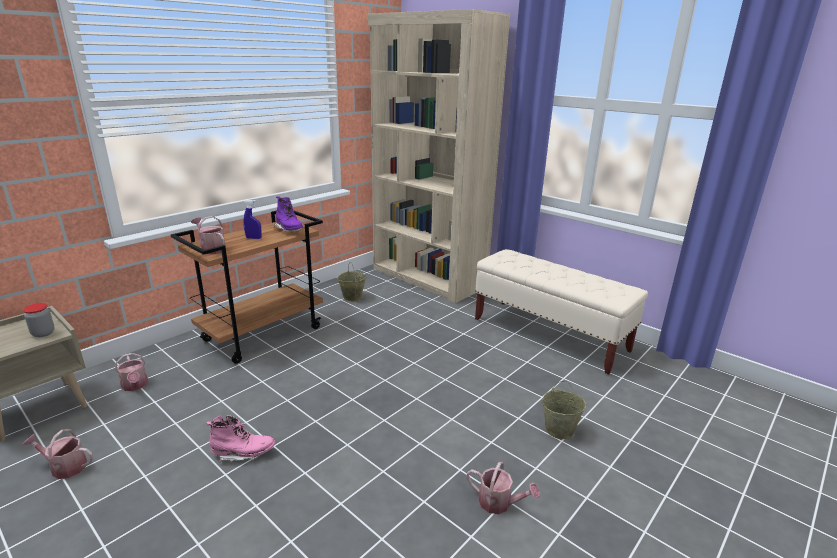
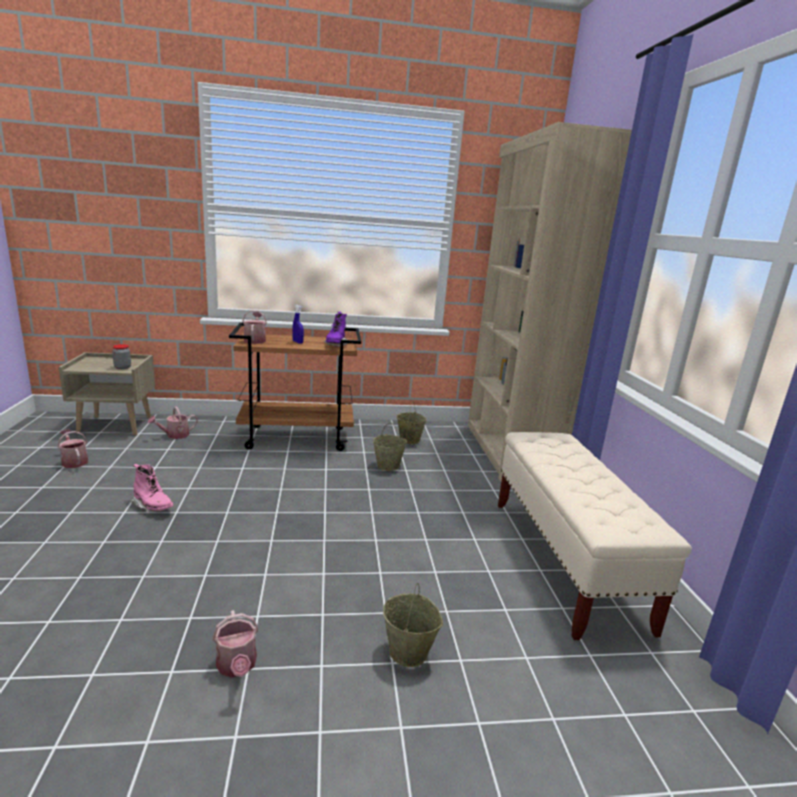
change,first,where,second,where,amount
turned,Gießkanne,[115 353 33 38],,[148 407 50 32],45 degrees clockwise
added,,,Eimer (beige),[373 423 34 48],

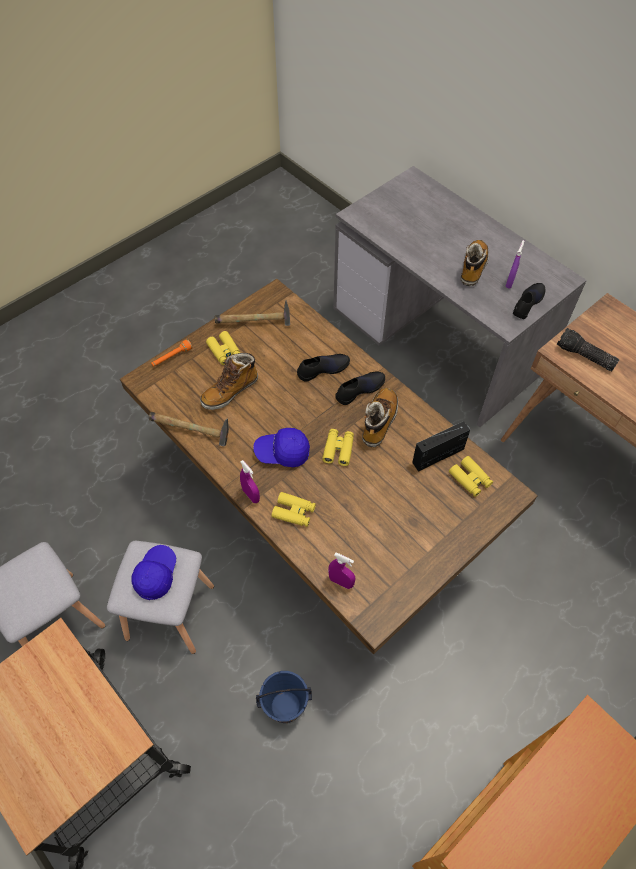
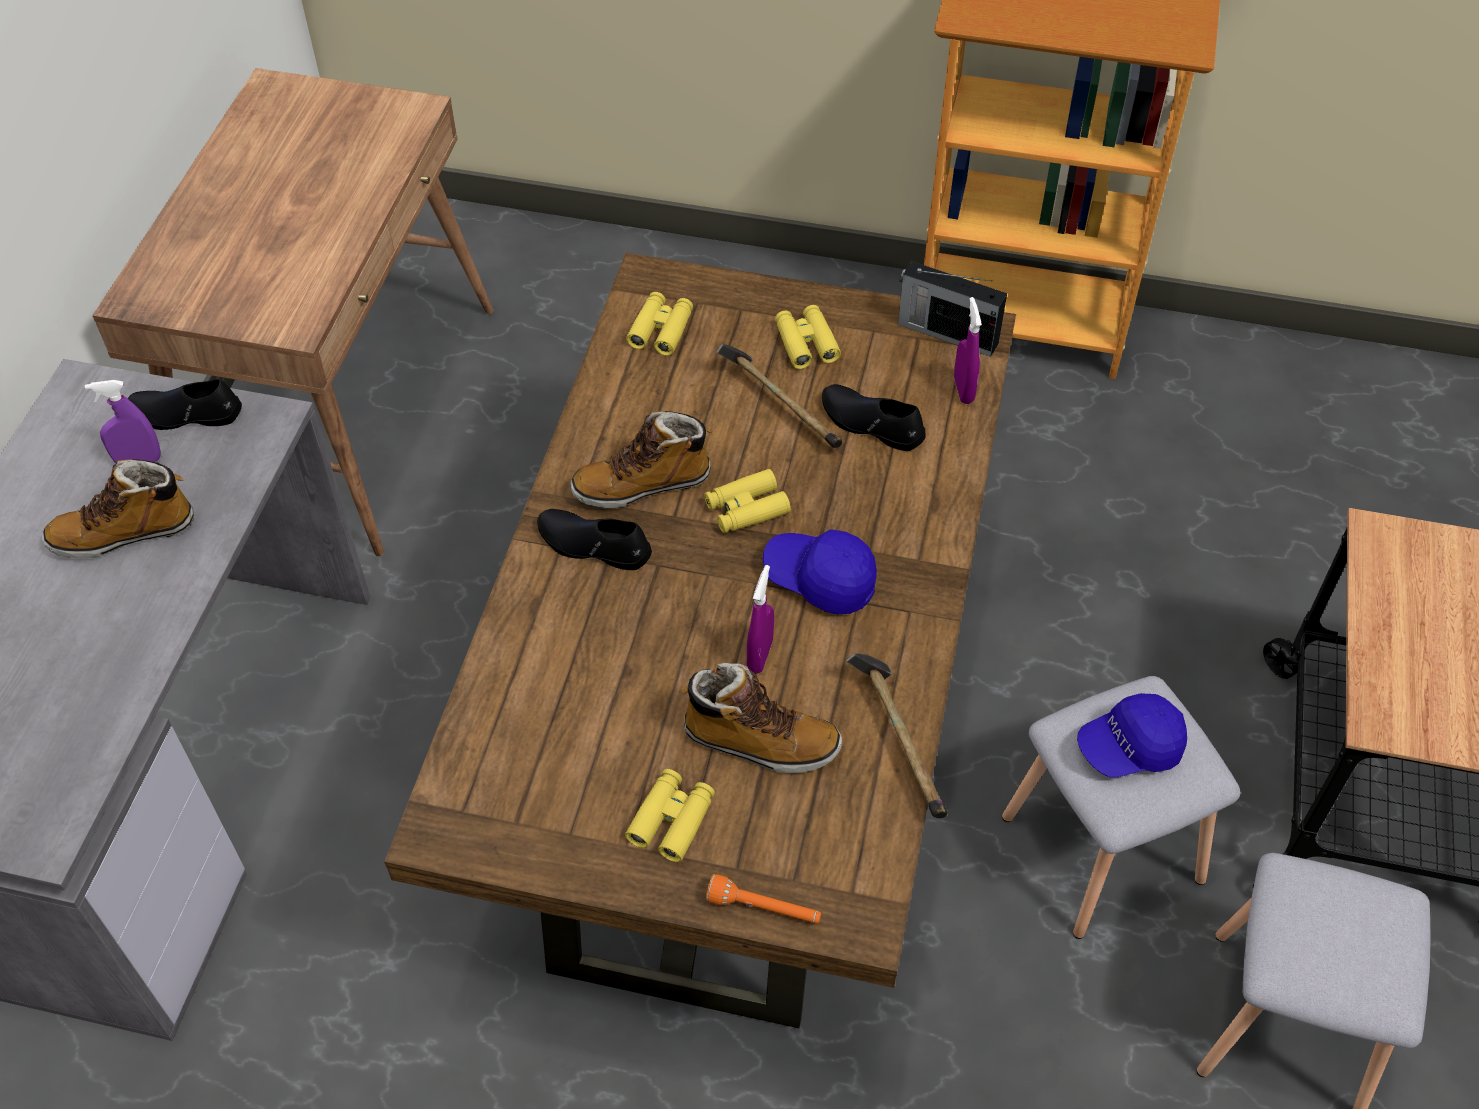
change,first,where,second,where,amount
moved,Hammer,[215 300 75 26],,[716 344 126 104],
removed,Taschenlampe,[557 328 62 43],,,
moved,Schuh (schwarz),[297 354 53 27],,[822 384 104 67],
moved,Radio,[412 421 58 51],,[898 261 109 96],
turned,Kappe (blau),[253 428 57 39],,[763 529 114 85],150 degrees clockwise
moved,Sprühflasche (lila),[240 460 20 43],,[747 565 27 109],
moved,Fernglas (gelb),[272 492 44 35],,[775 305 66 64],
removed,Eimer (blau),[256 671 56 52],,,

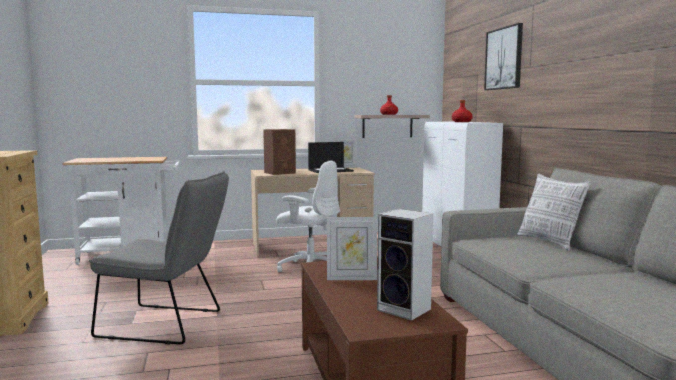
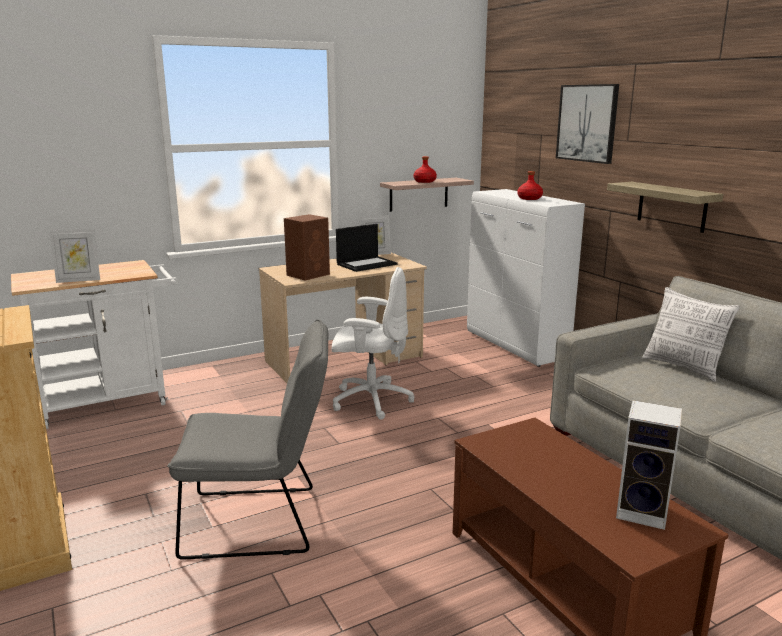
change,first,where,second,where,amount
moved,Bilderrahmen,[327 217 50 63],,[50 229 50 54],
added,,,Wandregal,[607 182 116 51],

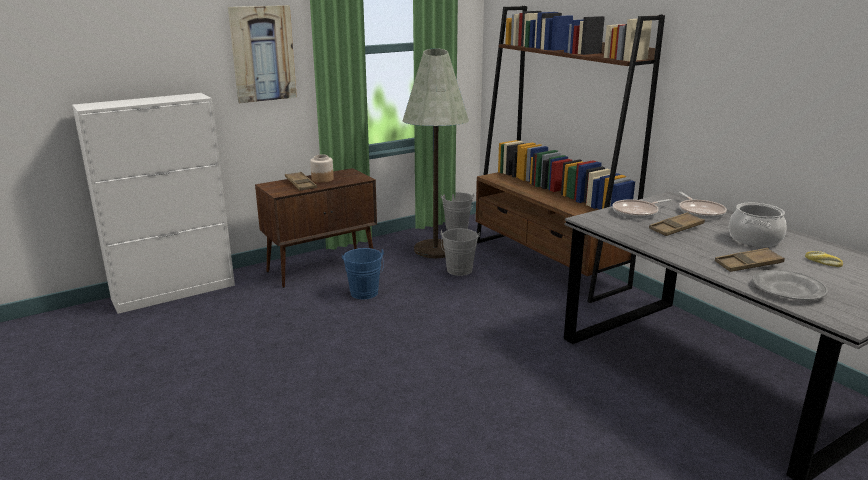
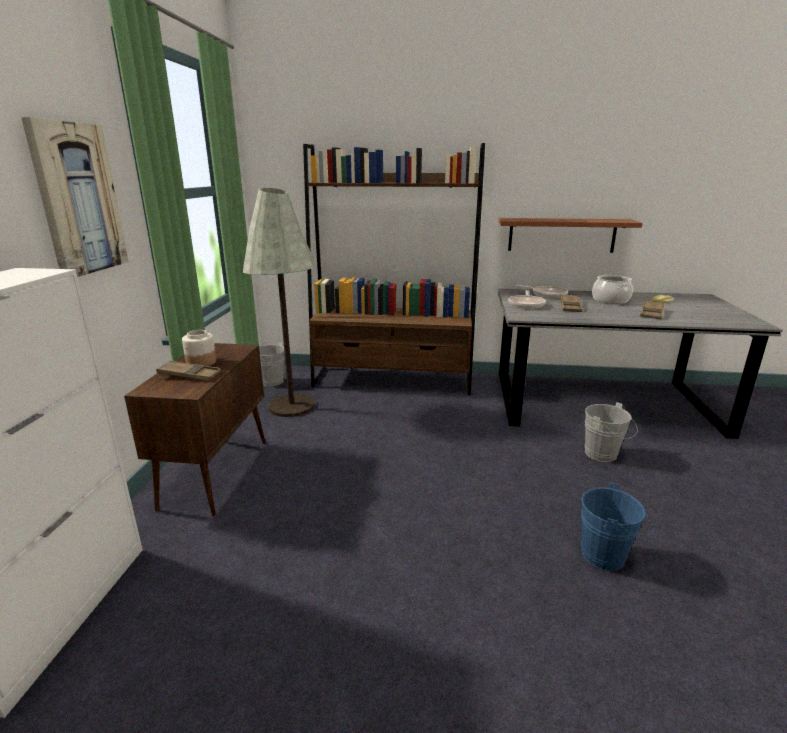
change,first,where,second,where,amount
moved,Eimer (grau),[441 228 39 48],,[585 402 53 60],
moved,Eimer (blau),[342 248 42 51],,[581 483 73 88],
removed,Teller (grau),[752 270 76 30],,,
added,,,Wandregal (braun),[498 218 145 35],

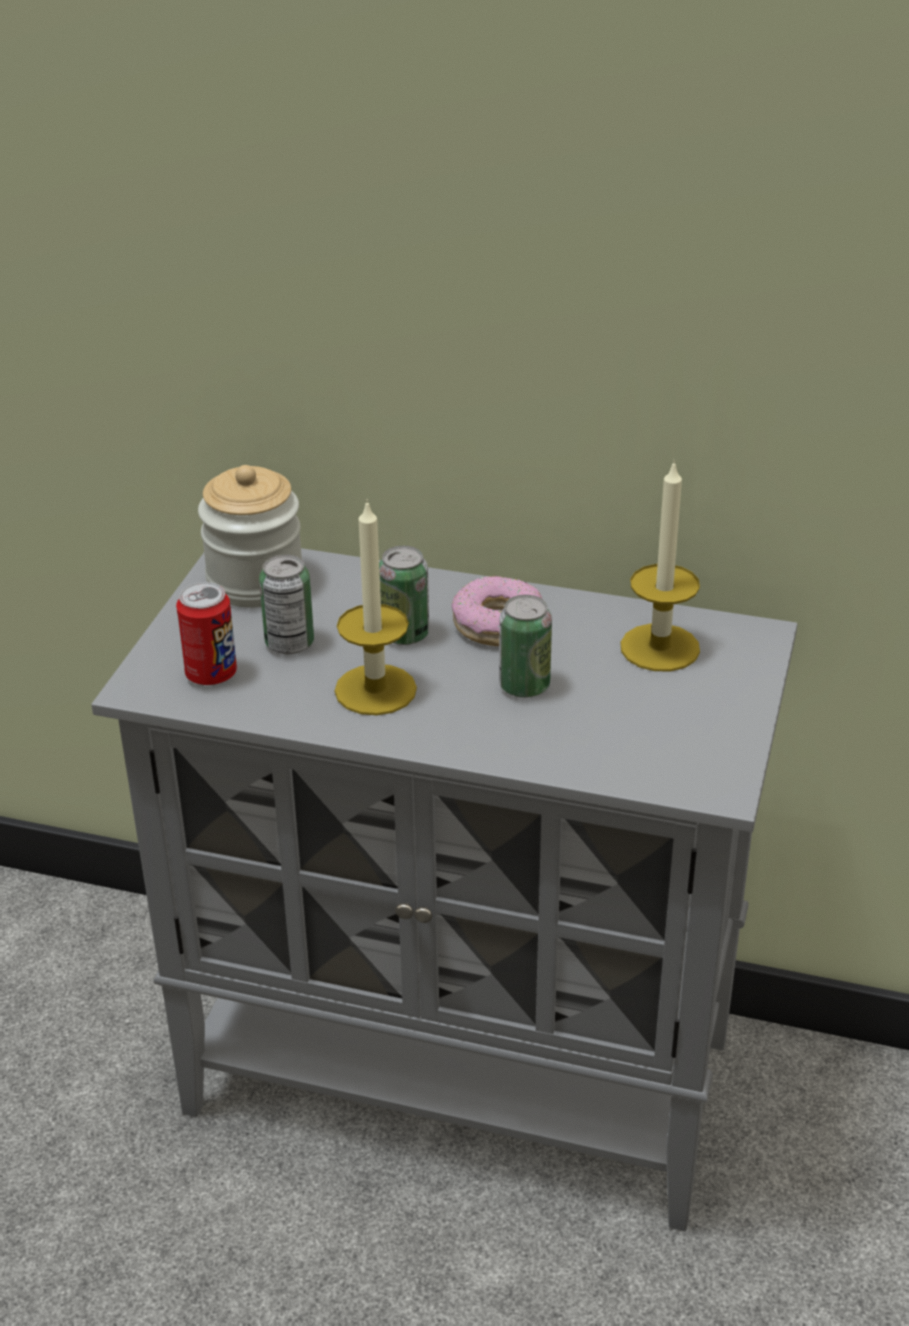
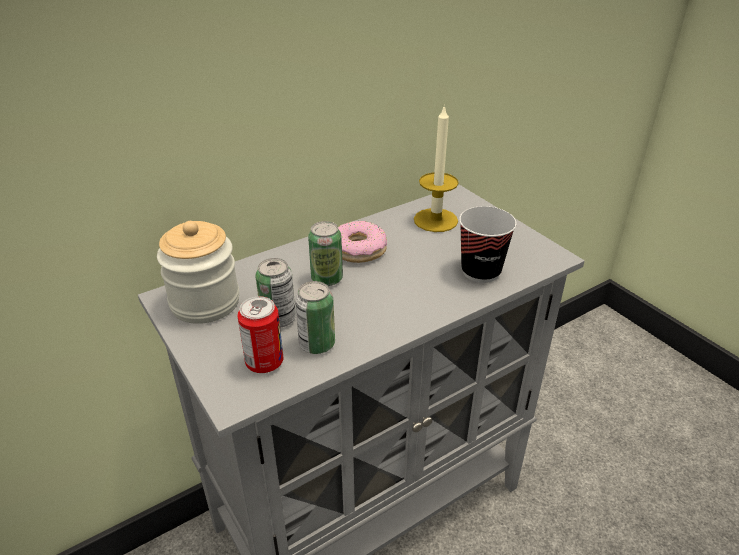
change,first,where,second,where,amount
removed,Kerze,[335 499 82 216],,,
moved,Dose,[499 595 53 103],,[295 281 40 73],
added,,,Tasse,[459 206 58 77],

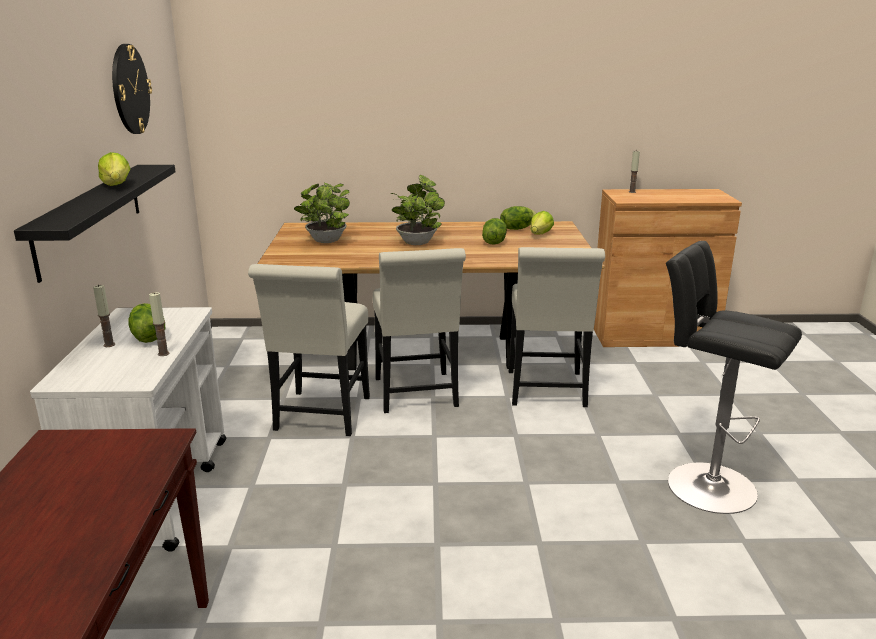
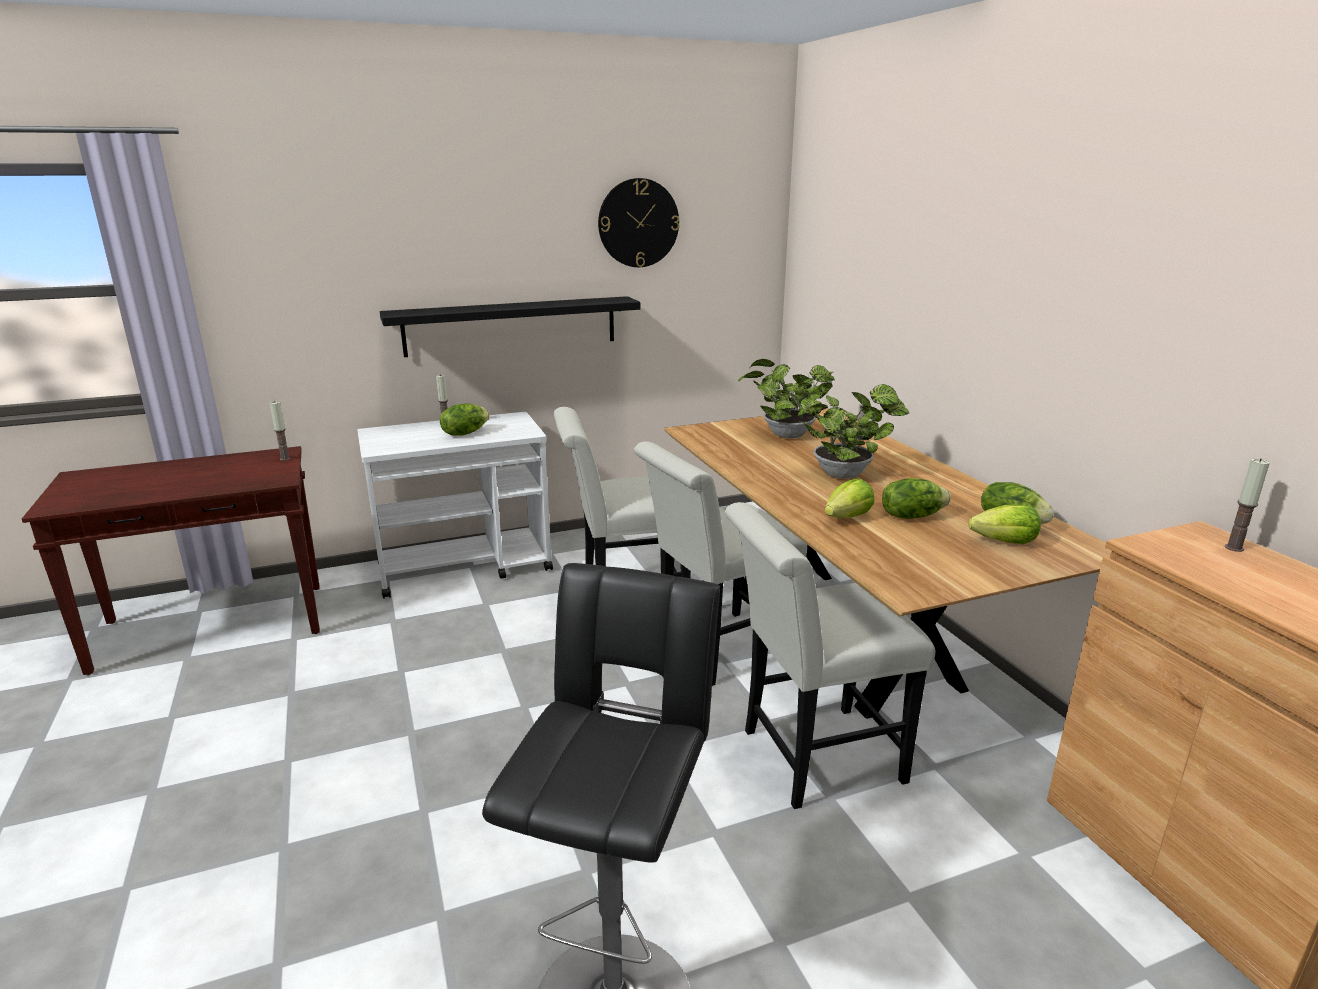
change,first,where,second,where,amount
moved,Salatkopf,[98 152 32 34],,[825 479 49 40],
moved,Kerze,[149 292 20 64],,[270 401 21 60],

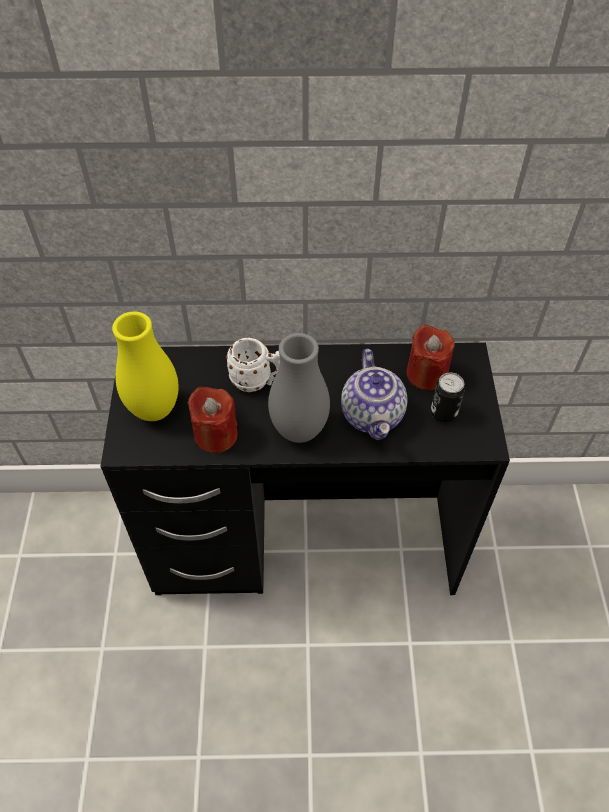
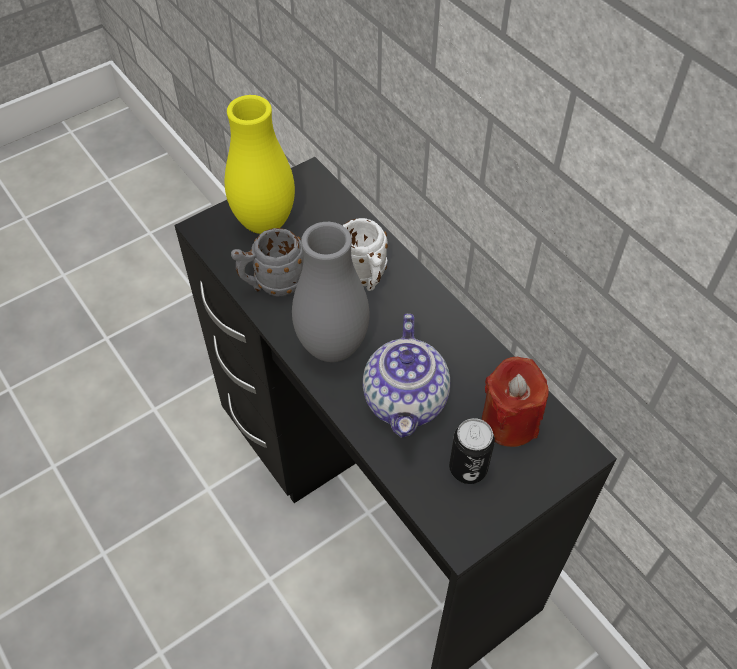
change,first,where,second,where,amount
turned,Teekanne,[341 349 67 91],,[363 314 87 124],45 degrees counterclockwise
replaced,Kerze (rot),[188 387 49 66],Henkelbecher (grau),[231 228 73 68],

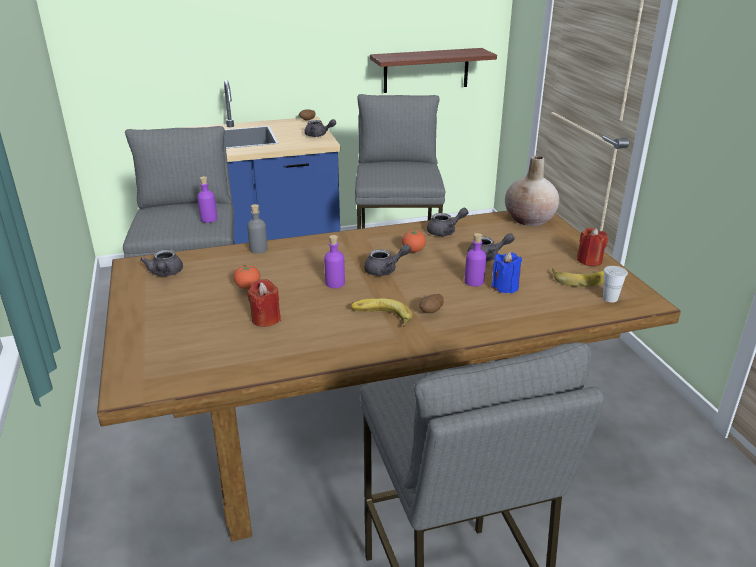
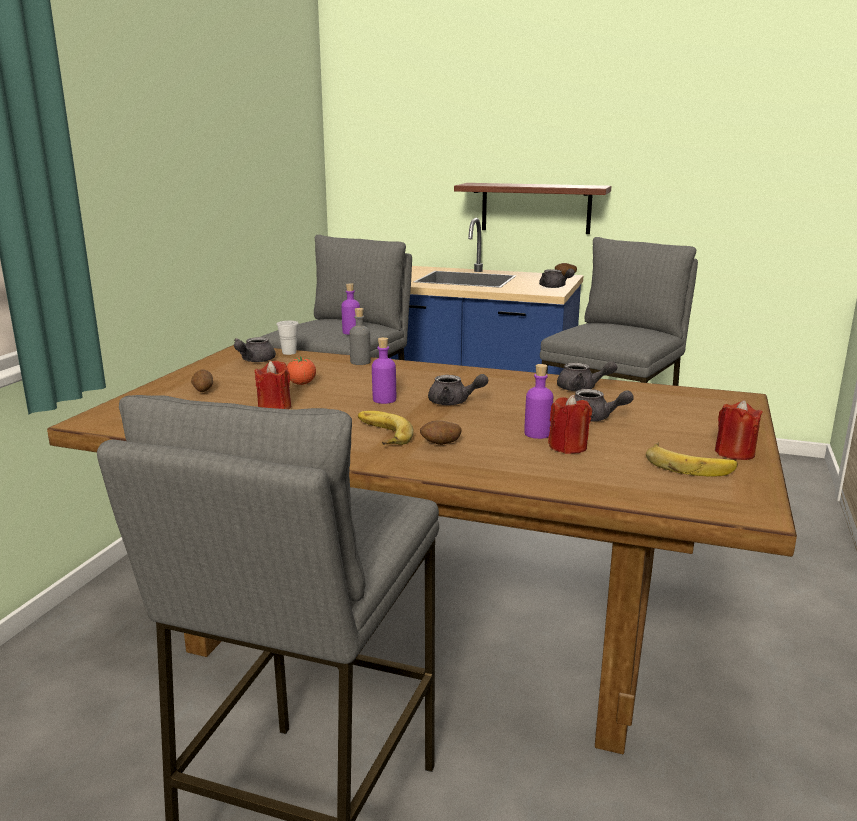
change,first,where,second,where,amount
moved,Wandregal,[370 48 127 45],,[454 183 157 51],
removed,Vase (beige),[505 156 54 70],,,
removed,Tomate,[402 230 24 22],,,
recoloured,Kerze (blau),[491 252 31 41],Kerze (rot),[548 395 44 59],
moved,Tasse (weiß),[603 266 25 37],,[276 321 23 34],
added,,,Kartoffel,[191 370 22 22],

